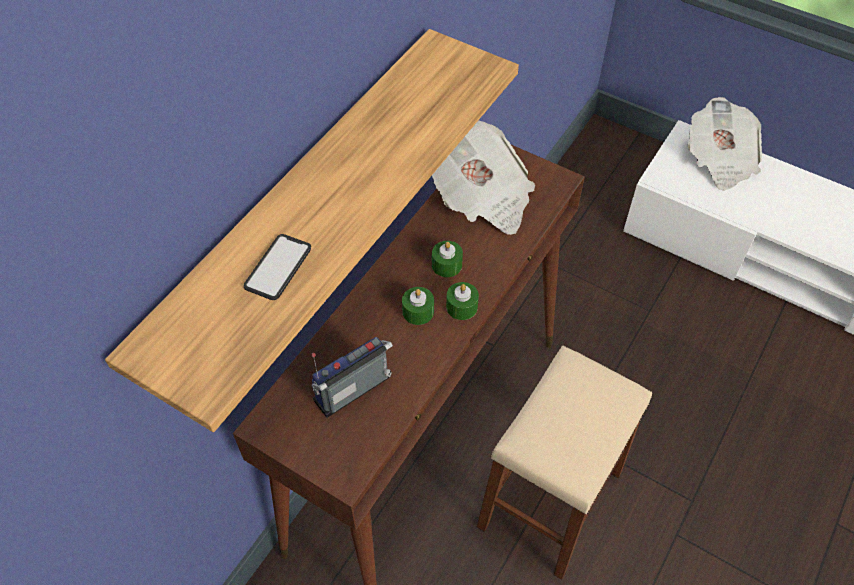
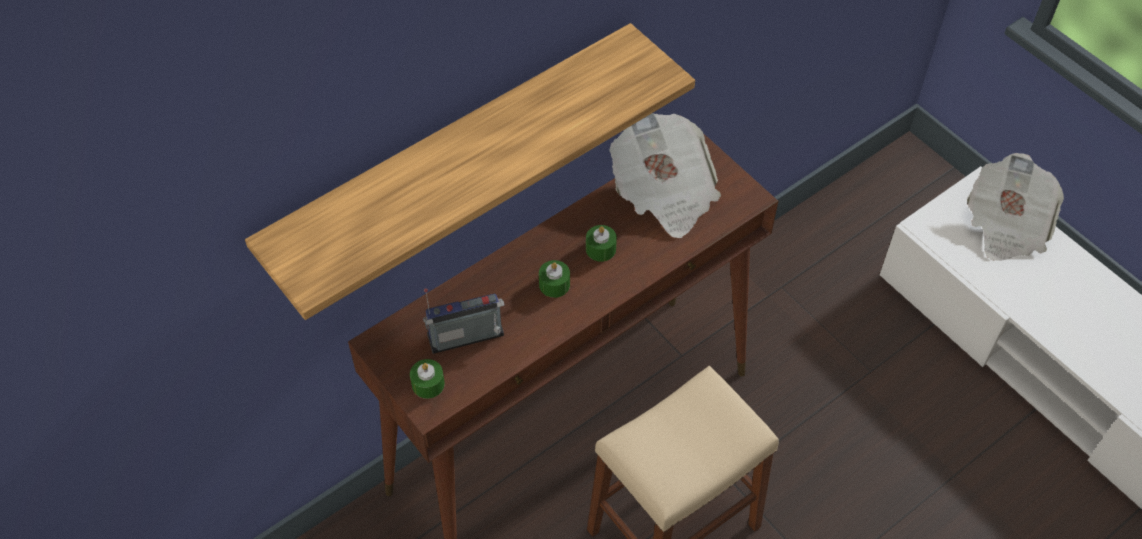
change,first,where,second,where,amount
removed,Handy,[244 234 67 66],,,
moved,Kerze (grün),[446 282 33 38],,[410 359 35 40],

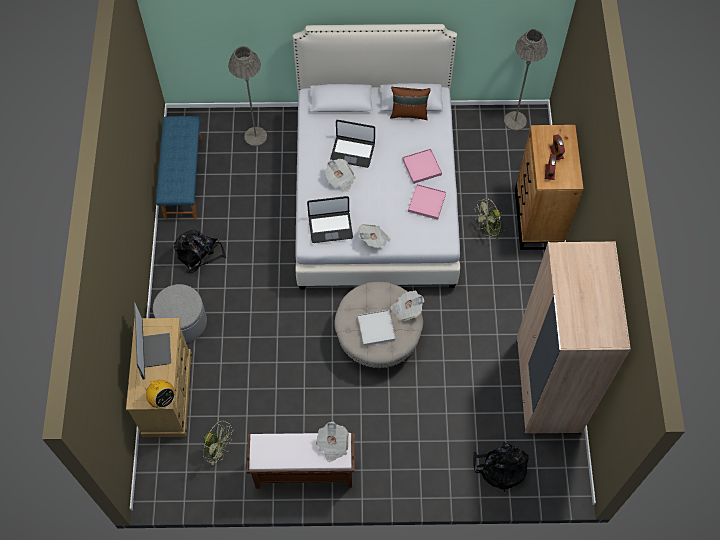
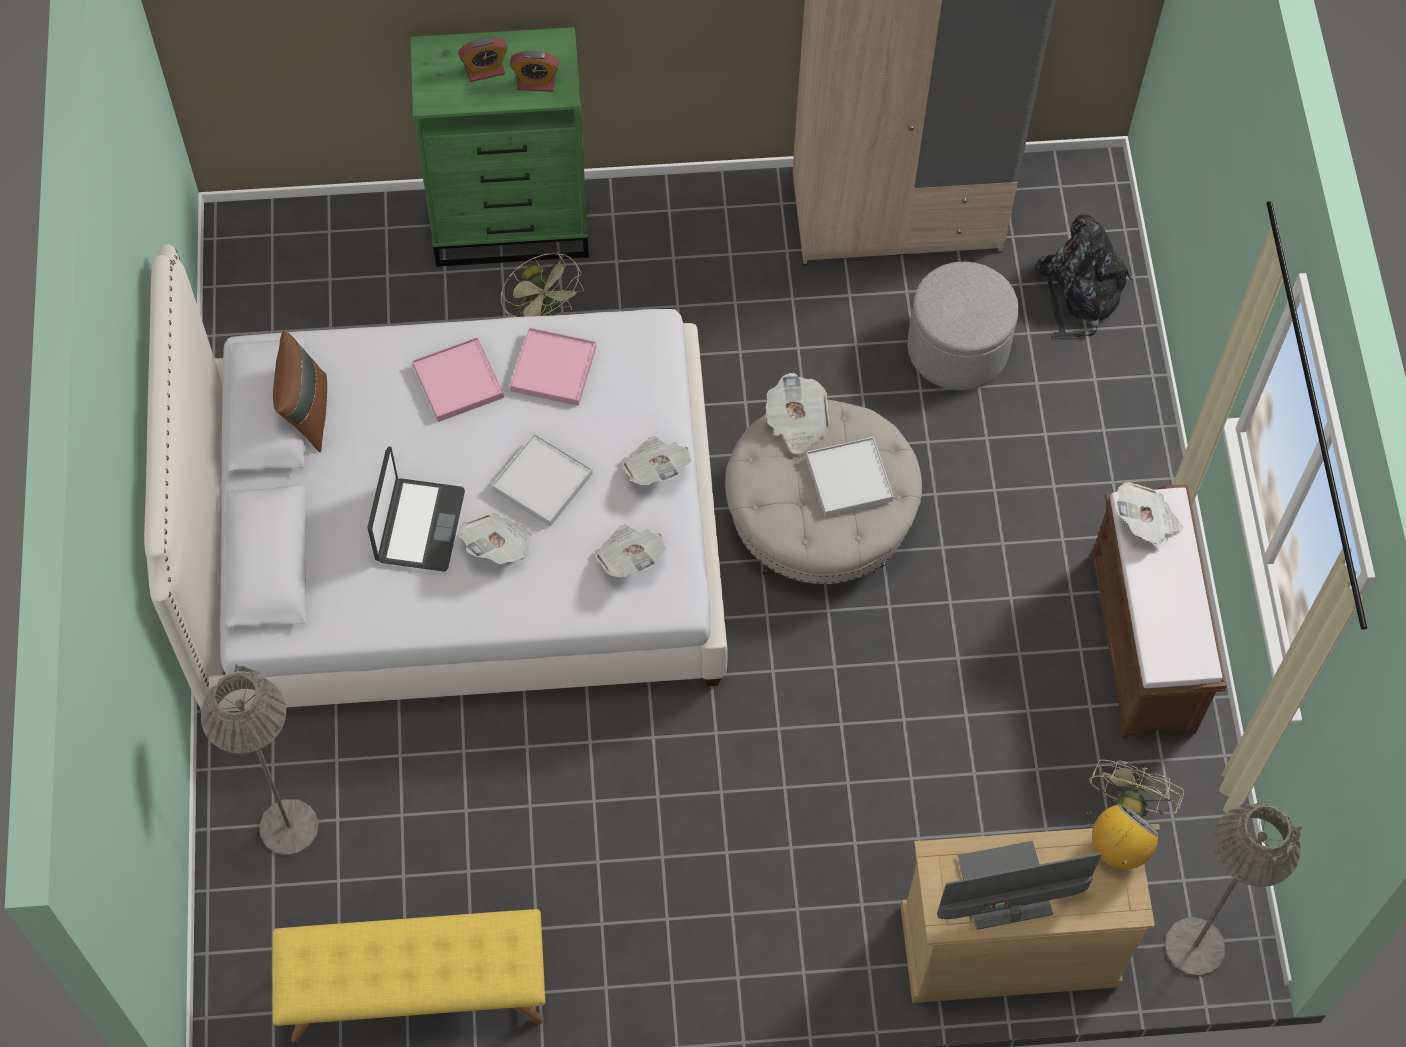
change,first,where,second,where,amount
moved,Stehlampe (grau),[504 29 44 102],,[1165 803 137 173],
recoloured,Bank (blau),[156 116 46 104],Bank (gelb),[273 909 272 134],
recoloured,Kommode (braun),[515 125 69 125],Kommode (grün),[410 27 179 240],
replaced,Laptop,[307 196 46 47],Zeitung,[595 525 72 52],
removed,Rucksack (schwarz),[174 230 52 43],,,
moved,Polsterhocker (grau),[153 284 54 59],,[907 261 112 129],
added,,,Tablett (weiß),[492 433 101 93],

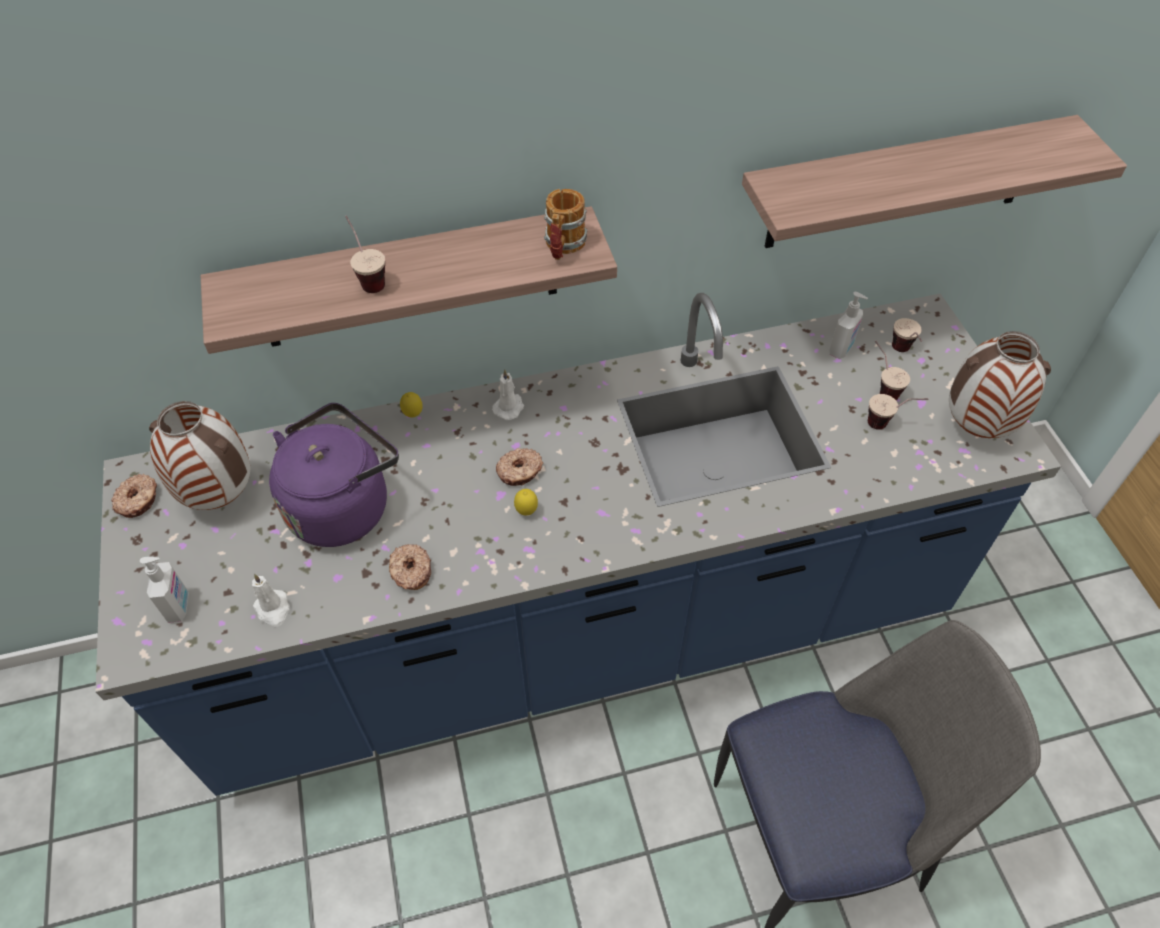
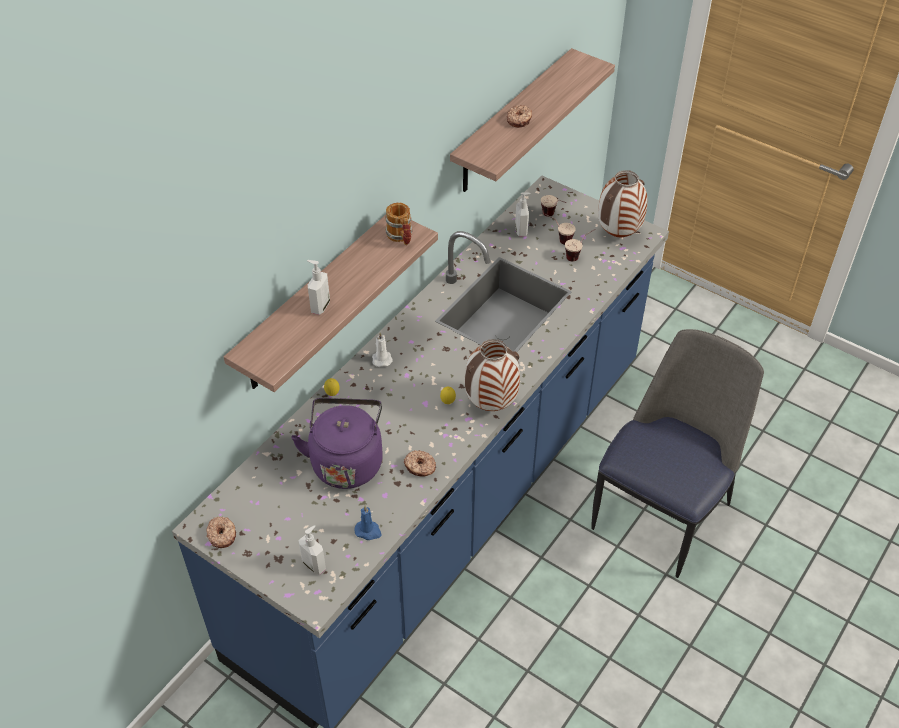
change,first,where,second,where,amount
replaced,Tasse,[345 215 40 78],Seifenspender,[307 260 23 55],
moved,Vase,[149 401 101 109],,[465 339 55 72],
moved,Donut,[496 448 47 38],,[507 105 25 23],
recoloured,Kerze (weiß),[252 574 38 53],Kerze (blau),[354 505 27 35],

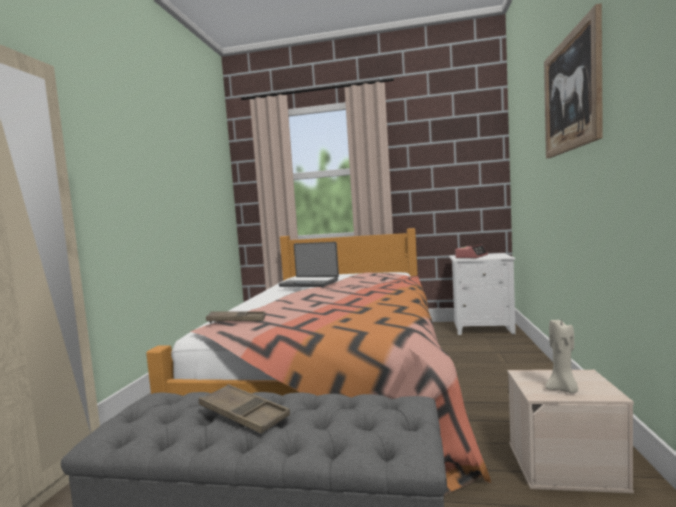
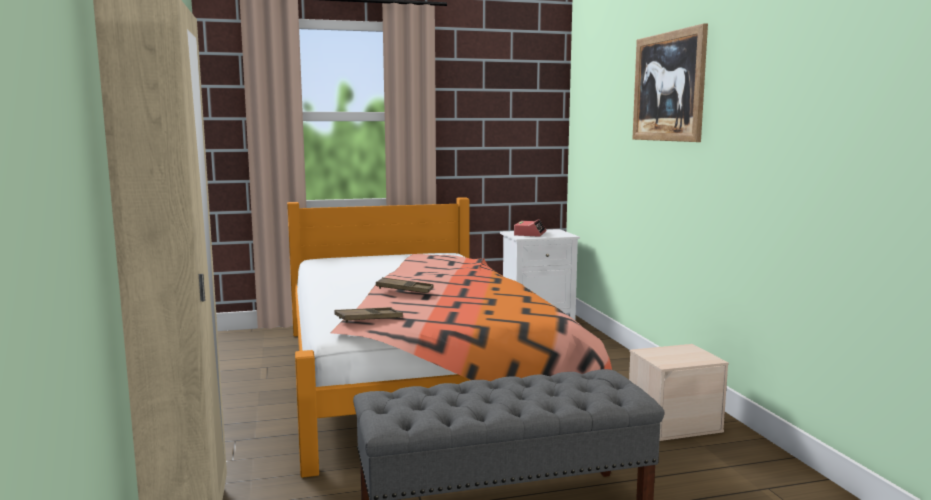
change,first,where,second,where,amount
removed,Laptop,[279 242 60 45],,,
removed,Kerze (beige),[545 318 33 75],,,
moved,Tablett (braun),[199 384 91 50],,[376 277 58 16],

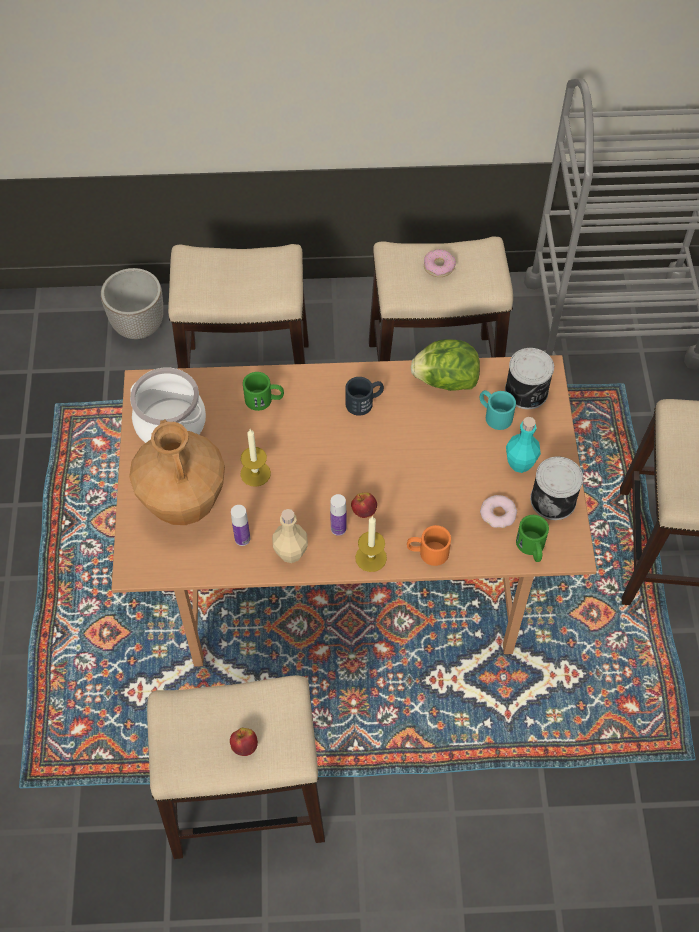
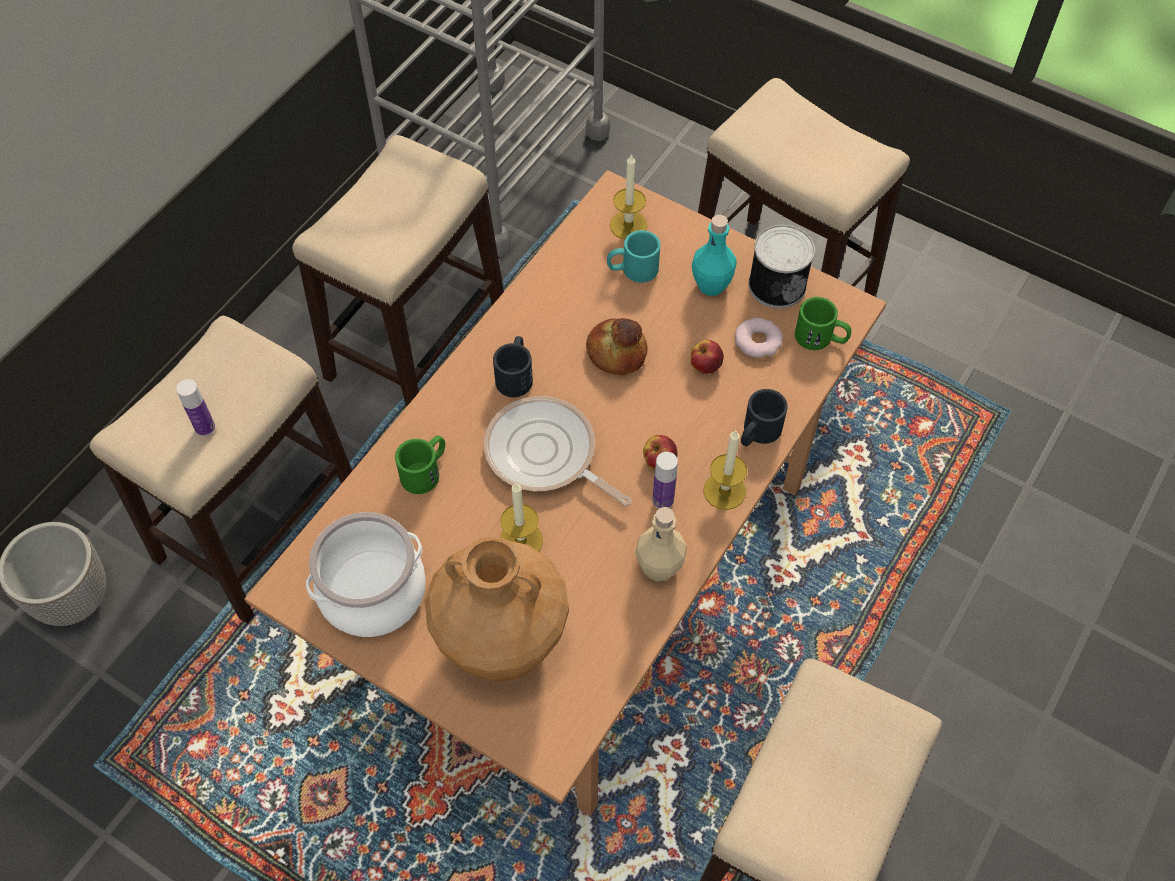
change,first,where,second,where,amount
removed,Donut,[424 249 32 28],,,
removed,Salatkopf,[411 339 69 52],,,
replaced,Dose,[505 348 49 61],Kerze,[610 153 37 86],
moved,Flasche,[231 505 19 41],,[176 379 39 57],
recoloured,Henkelbecher (orange),[407 525 44 41],Henkelbecher (schwarz),[741 389 47 58],
moved,Apfel,[230 728 28 28],,[691 340 33 34],
added,,,Brot,[586 318 62 57],
added,,,Pfanne,[484 396 147 110],

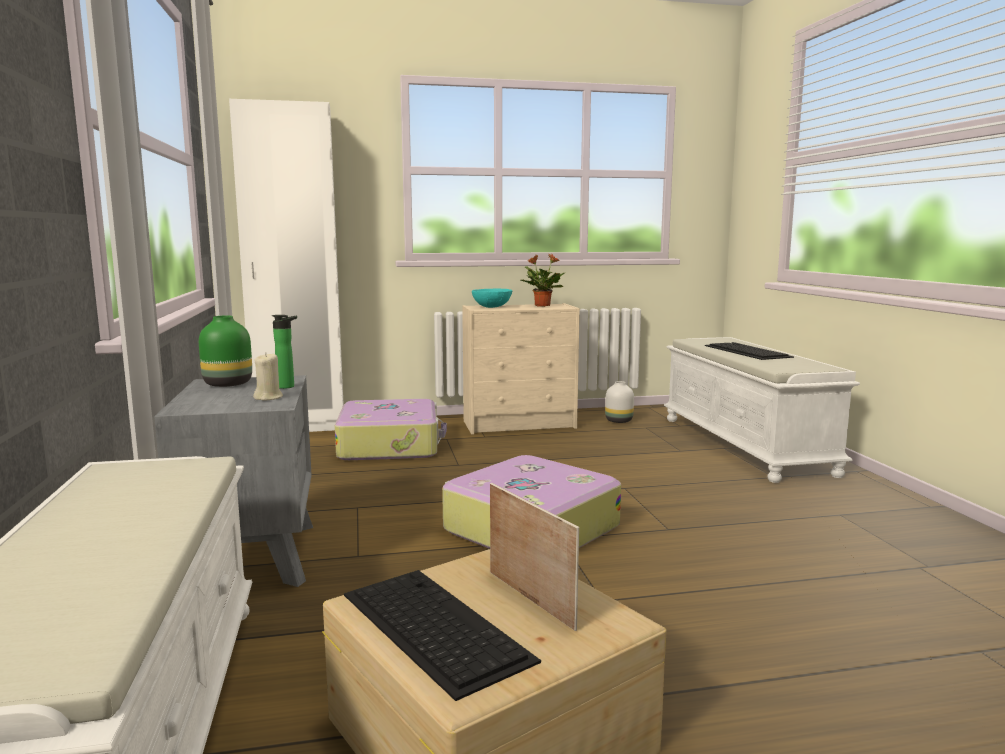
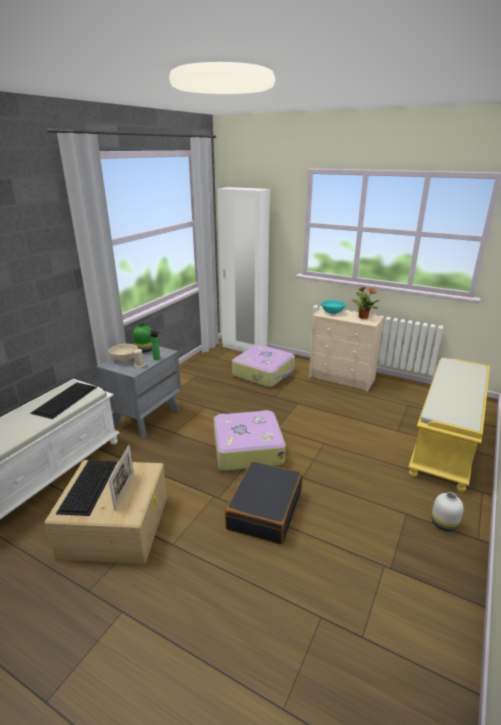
change,first,where,second,where,amount
recoloured,Bank (weiß),[664 337 196 146],Bank (gelb),[408 358 82 134],
moved,Tastatur,[705 342 89 18],,[30 382 67 37],
moved,Vase (weiß),[605 381 29 42],,[431 492 33 40],
added,,,Schüssel (beige),[109 344 29 17],
added,,,Koffer (schwarz),[225 461 77 84],

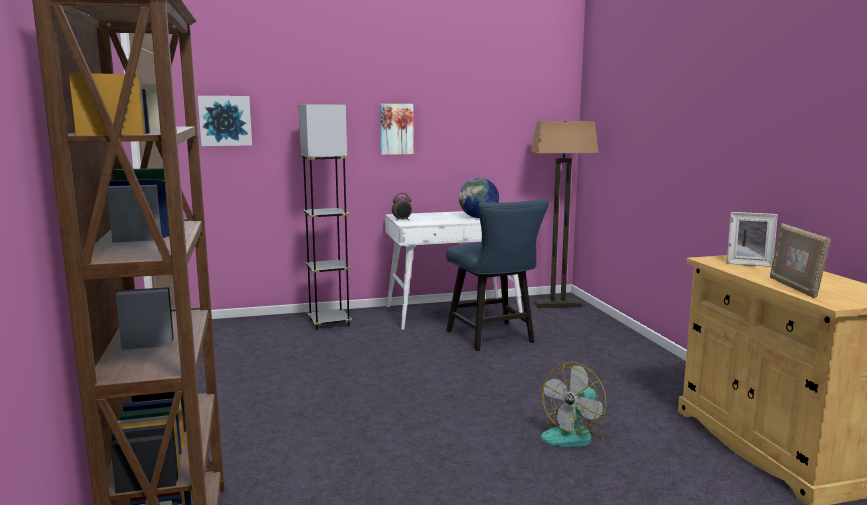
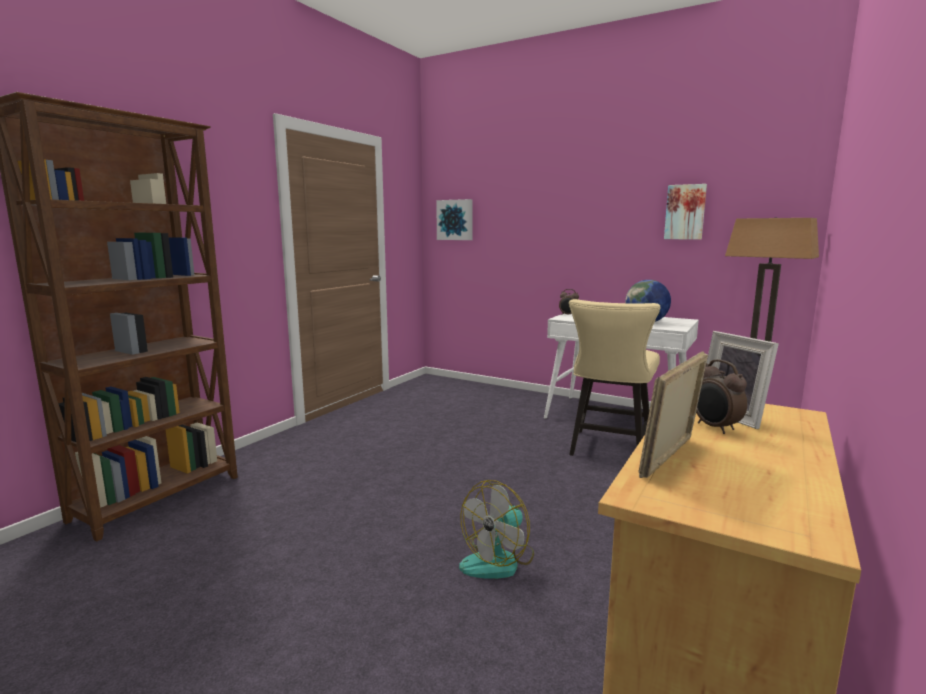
change,first,where,second,where,amount
removed,Stehlampe (grau),[299 104 53 226],,,
moved,Bild,[380 104 34 51],,[664 184 43 56],
recoloured,Stuhl (blau),[446 199 103 152],Stuhl (beige),[569 299 92 157],
turned,Ventilator,[541 362 65 85],,[459 480 75 99],45 degrees counterclockwise
added,,,Wecker,[696 359 51 75],

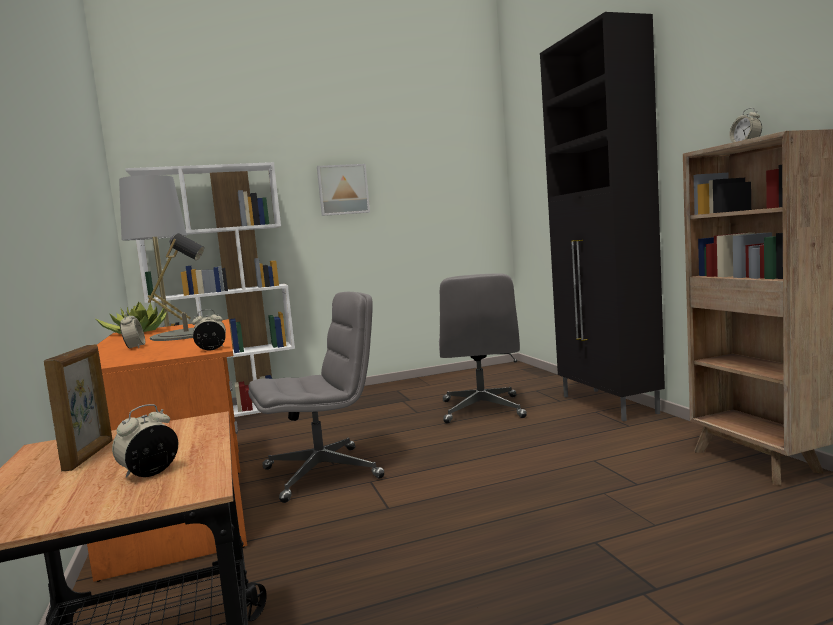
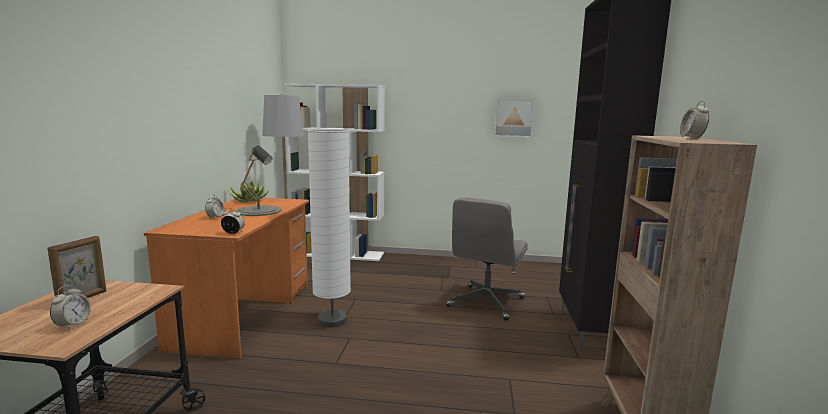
change,first,where,second,where,amount
moved,Bild,[317 164 53 52],,[493 98 42 40],
replaced,Bürostuhl (grau),[248 292 136 211],Stehlampe (weiß),[308 129 43 199],
turned,Wecker,[112 404 66 74],,[50 285 41 45],120 degrees clockwise

